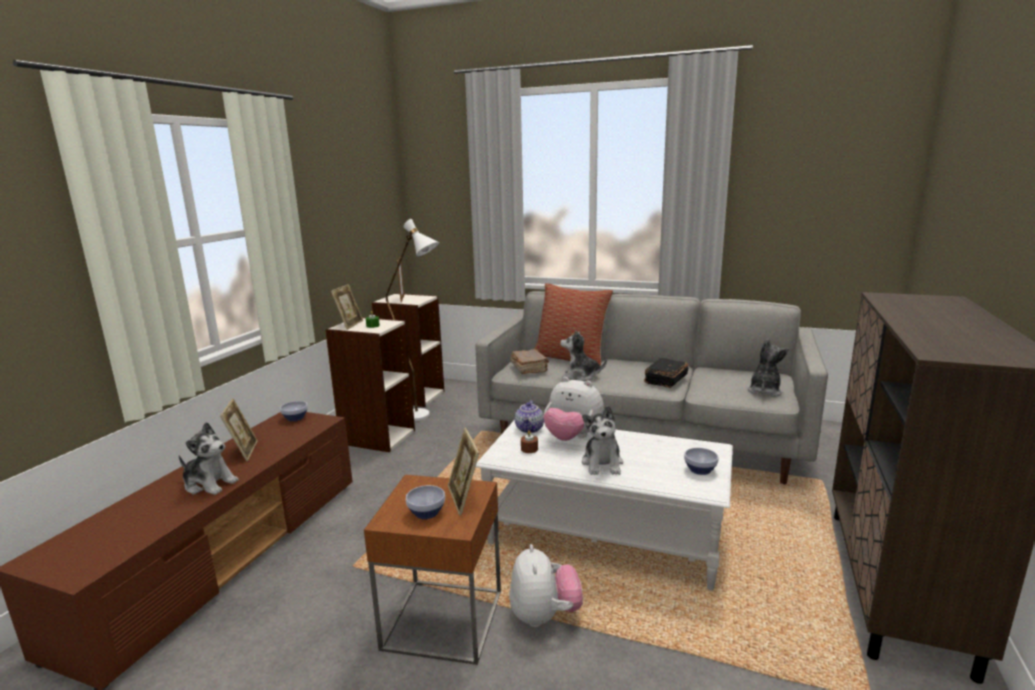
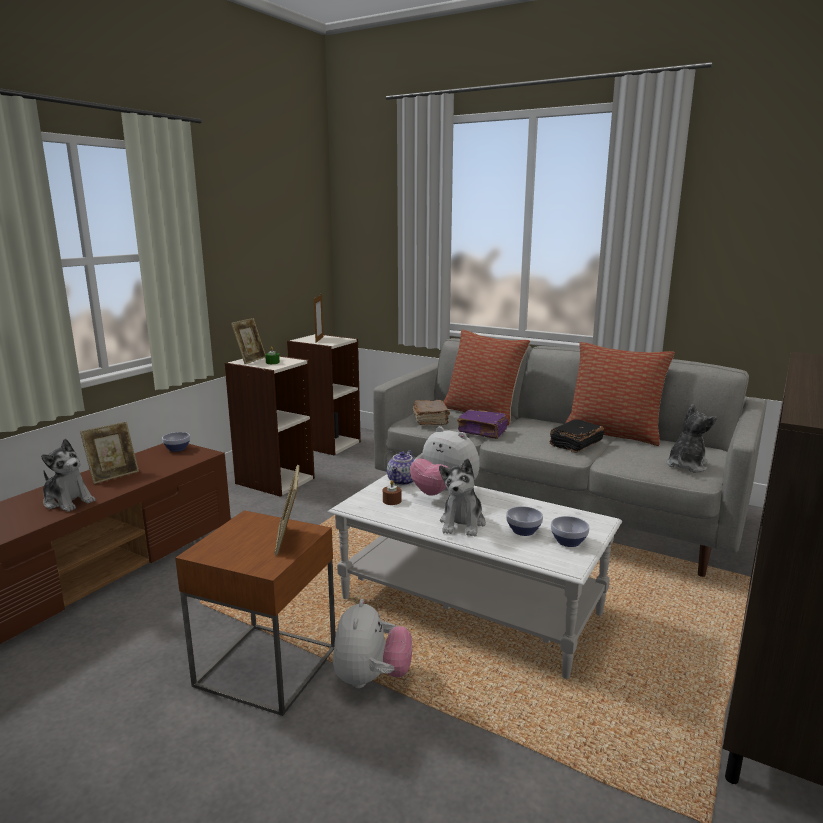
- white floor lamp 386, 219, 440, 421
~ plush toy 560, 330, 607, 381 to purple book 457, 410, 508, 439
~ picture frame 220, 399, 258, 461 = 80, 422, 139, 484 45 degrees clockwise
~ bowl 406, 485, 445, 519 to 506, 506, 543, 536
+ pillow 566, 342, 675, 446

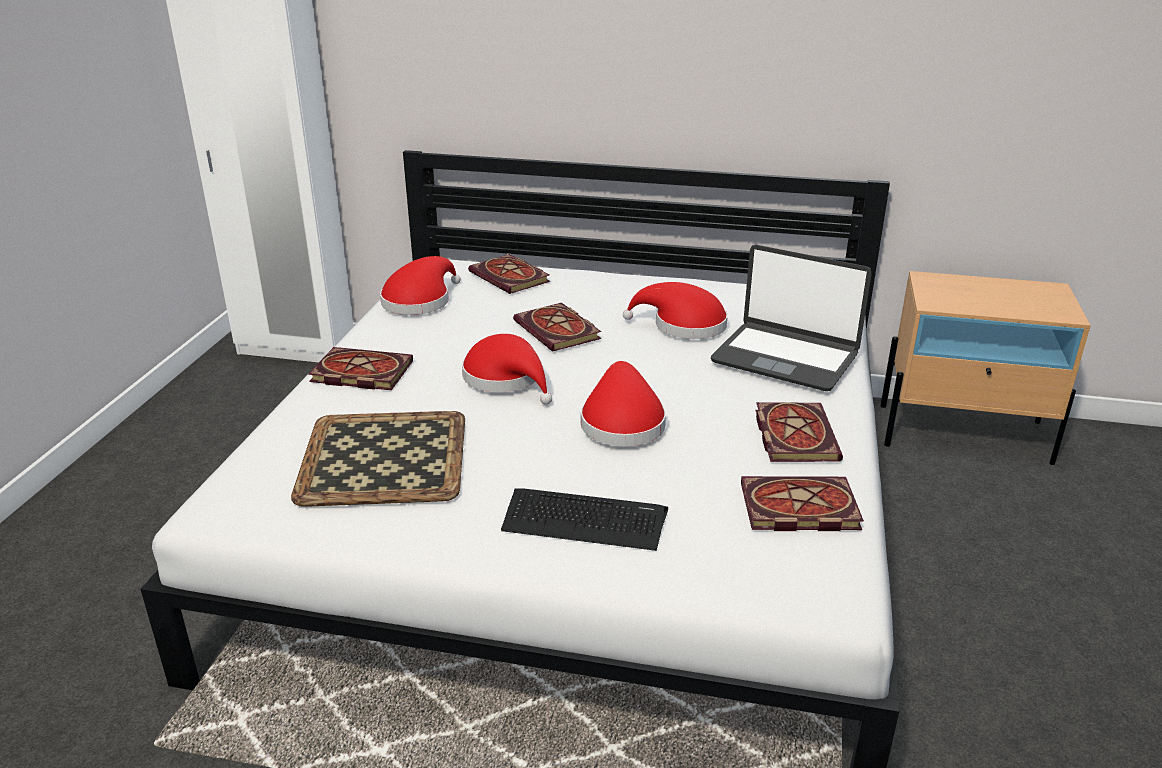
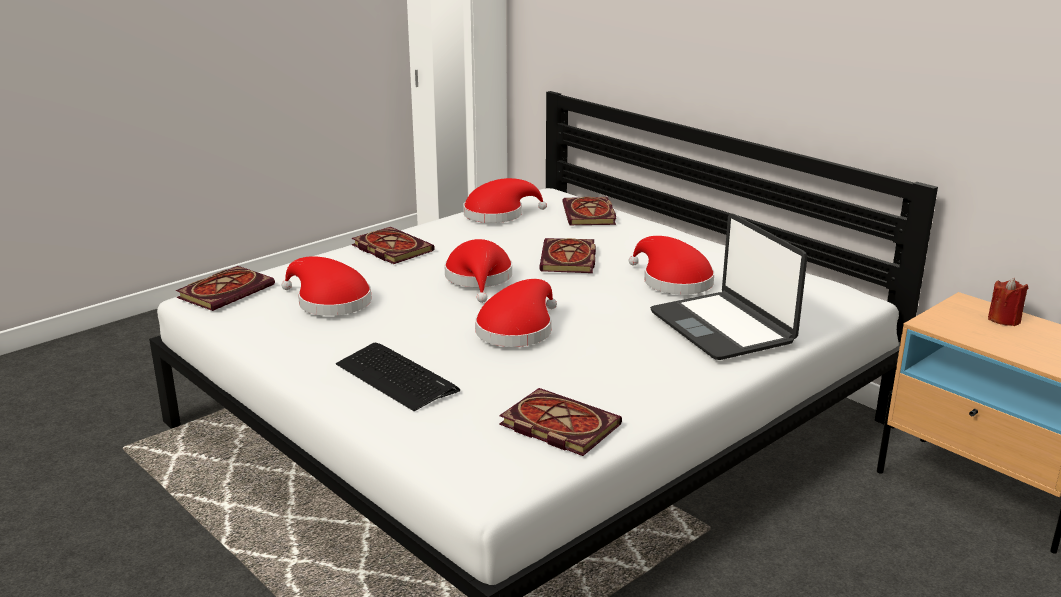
~ book 756, 402, 843, 462 to 176, 266, 275, 311
~ tray 291, 411, 465, 507 to red hat 281, 256, 371, 316
+ red candle 988, 278, 1028, 326

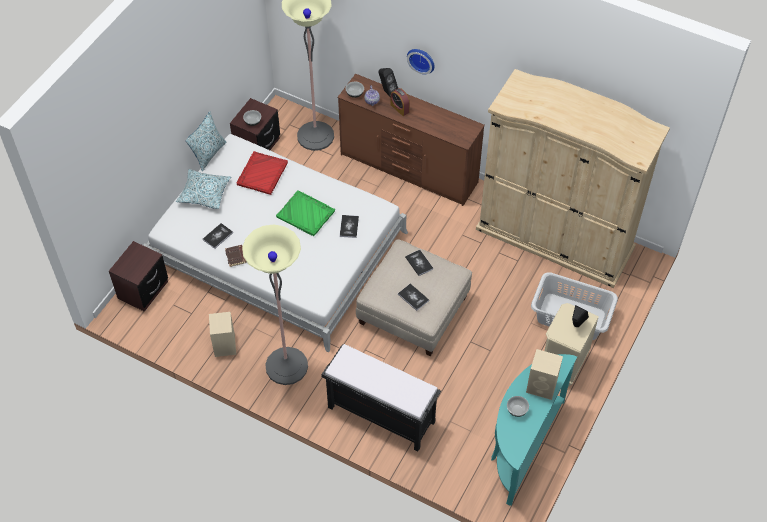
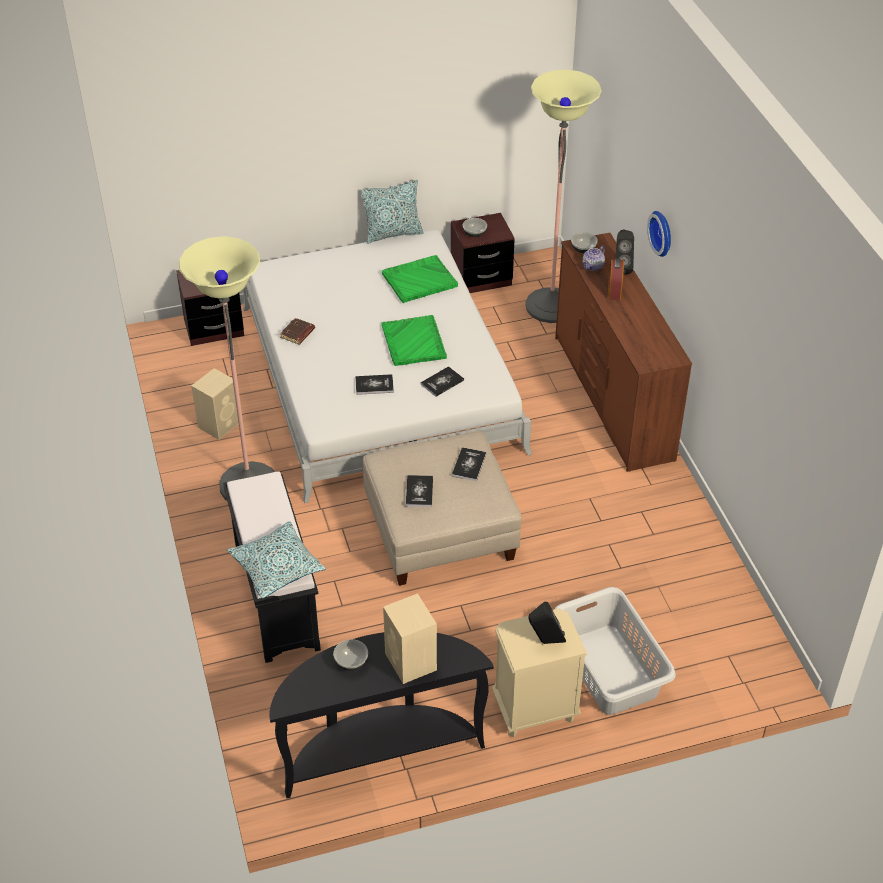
- beige wardrobe 476, 69, 670, 288
~ red tray 237, 151, 288, 195 to green tray 382, 255, 458, 303
~ pillow 176, 169, 231, 209 to 227, 521, 326, 598
~ book 203, 223, 233, 249 to 355, 374, 394, 395
~ turquoise console table 491, 354, 577, 506 to black console table 269, 632, 494, 798

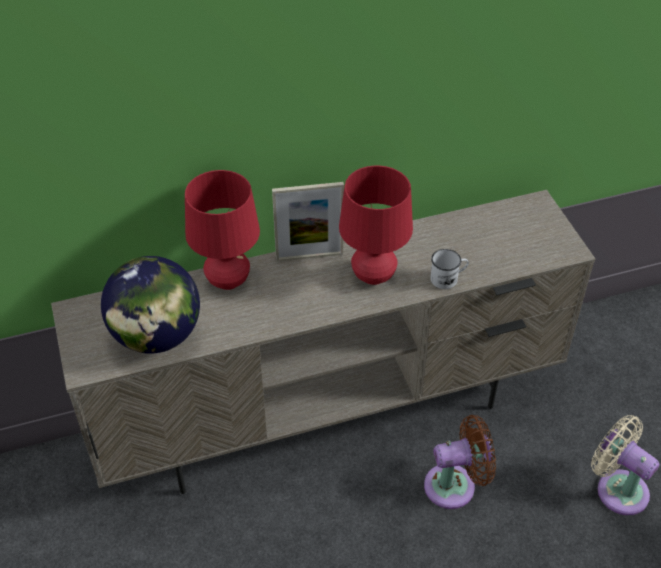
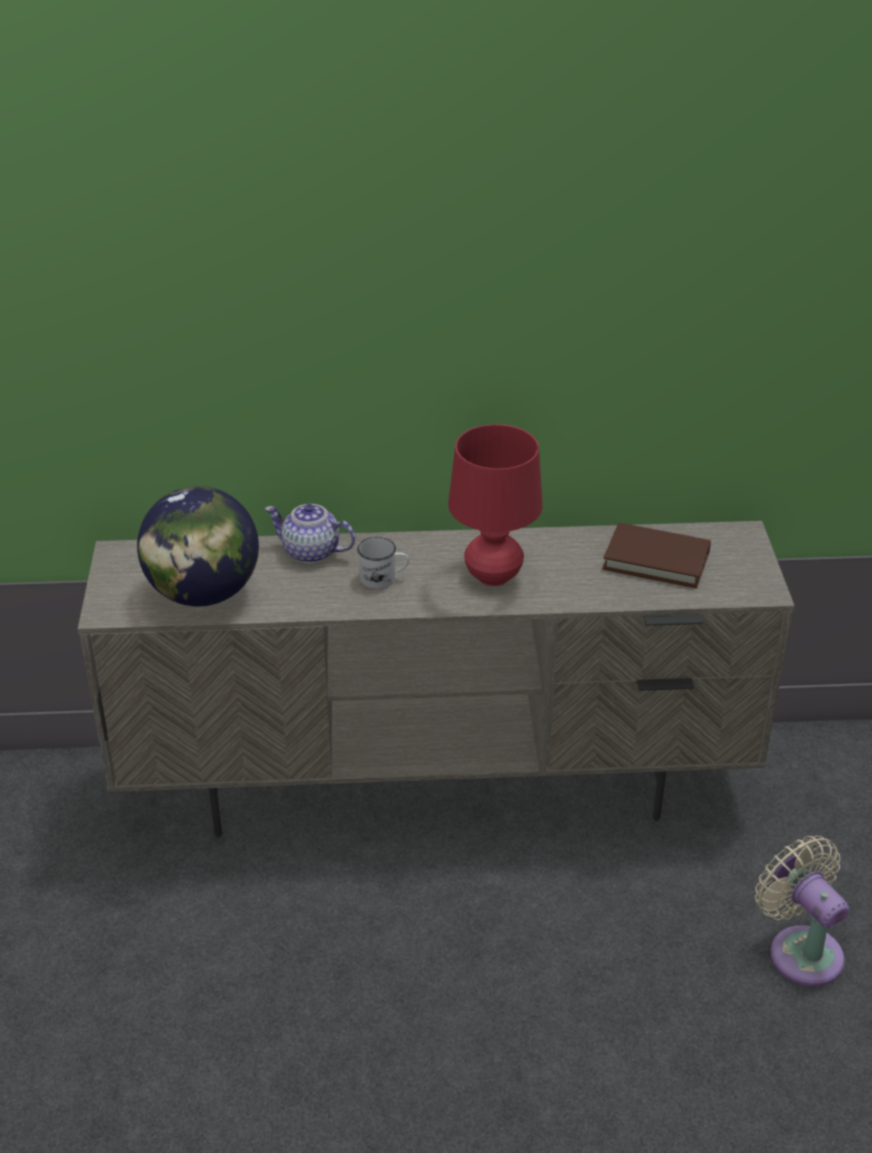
~ red table lamp 185, 170, 260, 290 to teapot 265, 504, 356, 563
- picture frame 272, 182, 344, 262
~ white mug 430, 249, 469, 289 to 357, 537, 409, 589
- brown fan 424, 415, 496, 509
+ brown book 603, 523, 711, 588

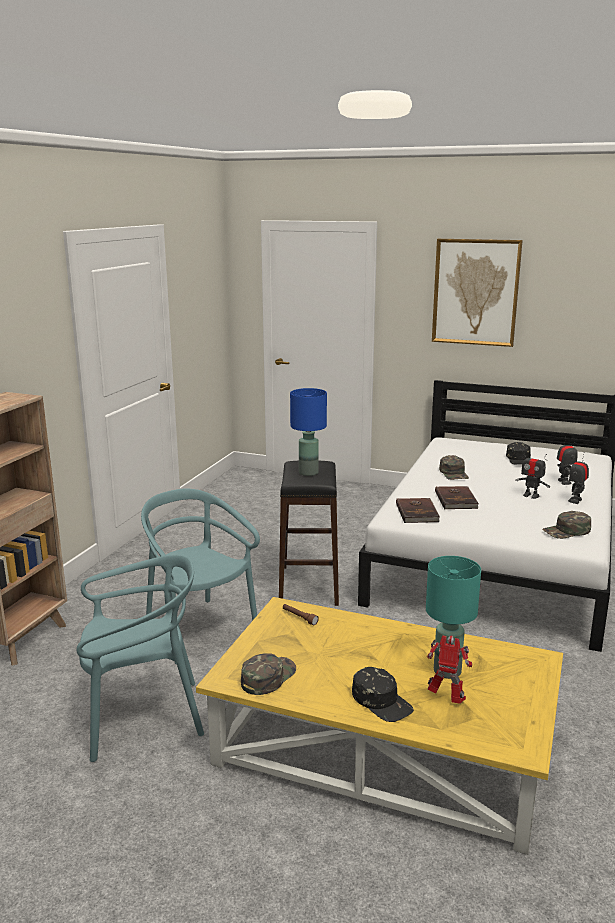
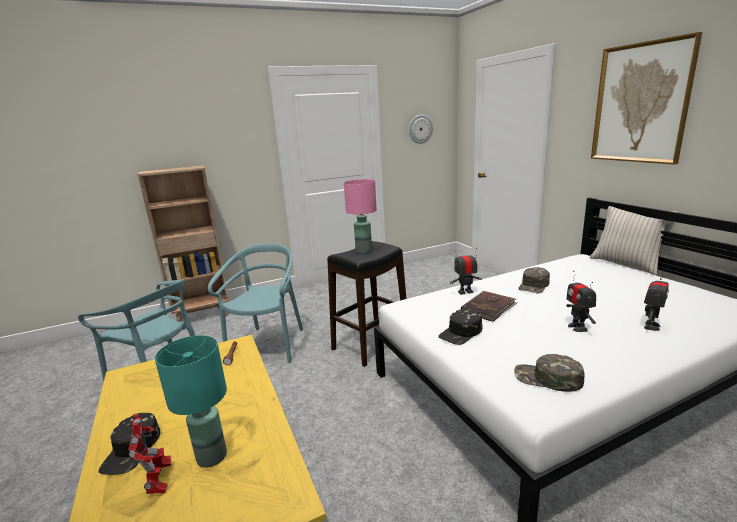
~ blue table lamp 290, 388, 327, 476 to pink table lamp 344, 179, 377, 253
~ black cap 506, 442, 531, 464 to 439, 309, 482, 345
~ toy robot 568, 452, 589, 504 to 450, 250, 482, 295
- brown book 396, 498, 440, 523
- green cap 241, 653, 296, 695
+ wall clock 409, 115, 433, 144
+ beige pillow 590, 206, 678, 275

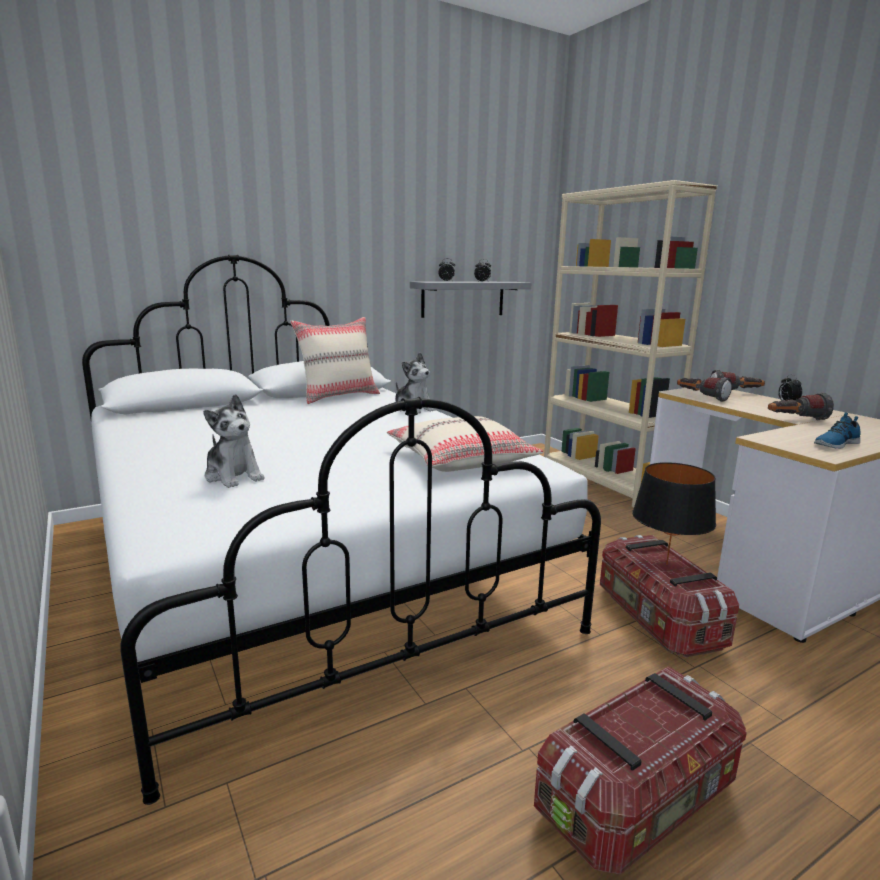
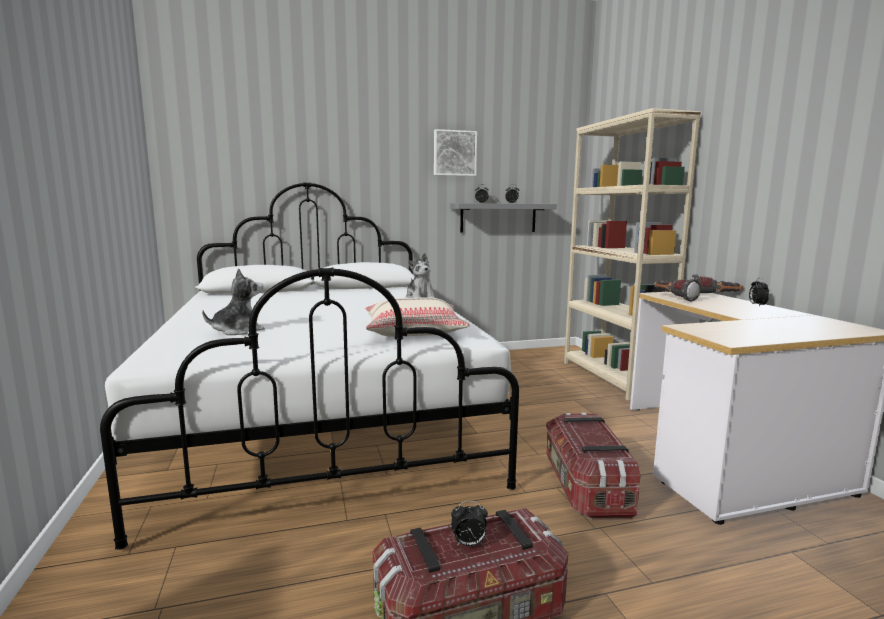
- beige pillow 290, 317, 380, 404
- flashlight 768, 392, 834, 420
~ plush toy 203, 394, 265, 488 = 202, 268, 265, 335 105 degrees counterclockwise
- shoe 814, 412, 861, 449
- black table lamp 632, 462, 716, 565
+ picture 434, 129, 477, 176
+ alarm clock 451, 501, 488, 546

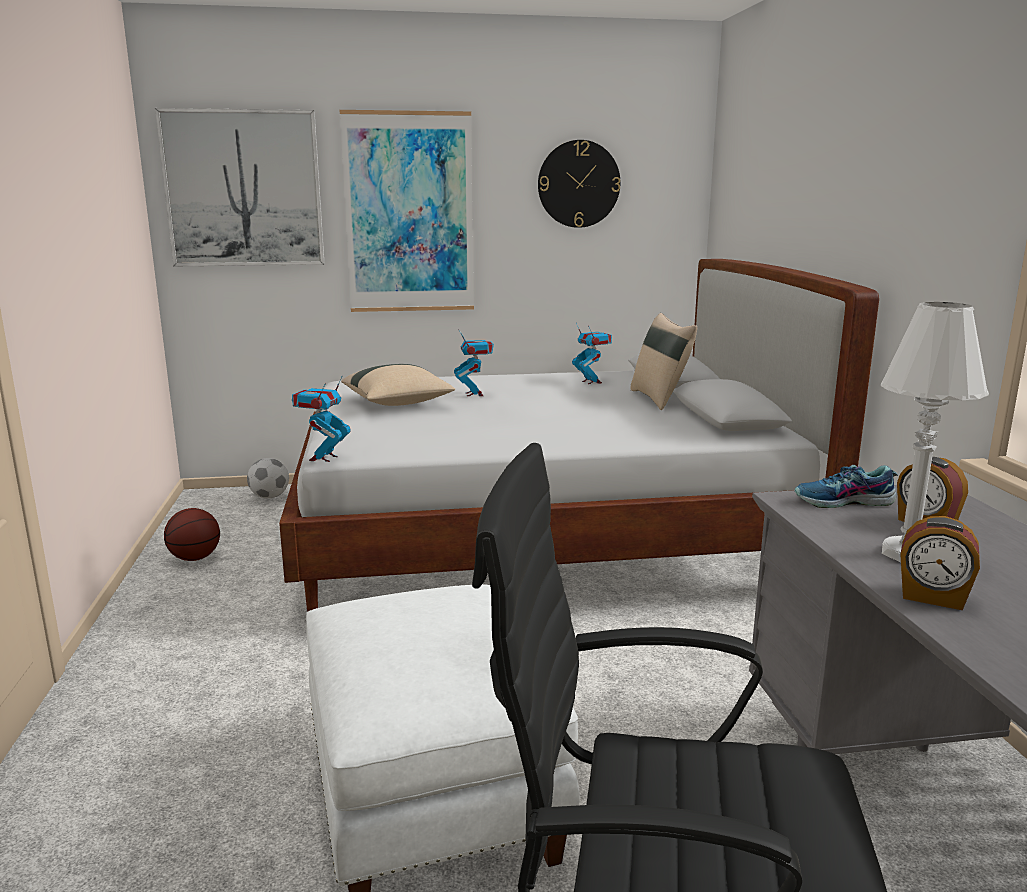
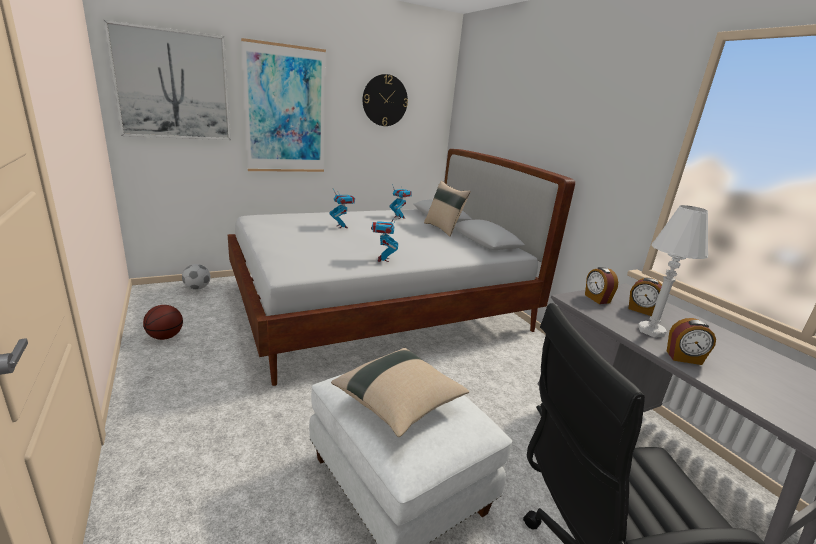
~ beige pillow 341, 364, 455, 406 to 331, 348, 469, 437
~ toy robot 292, 376, 351, 462 to 371, 217, 398, 262
~ shoe 795, 465, 898, 508 to alarm clock 585, 267, 618, 304

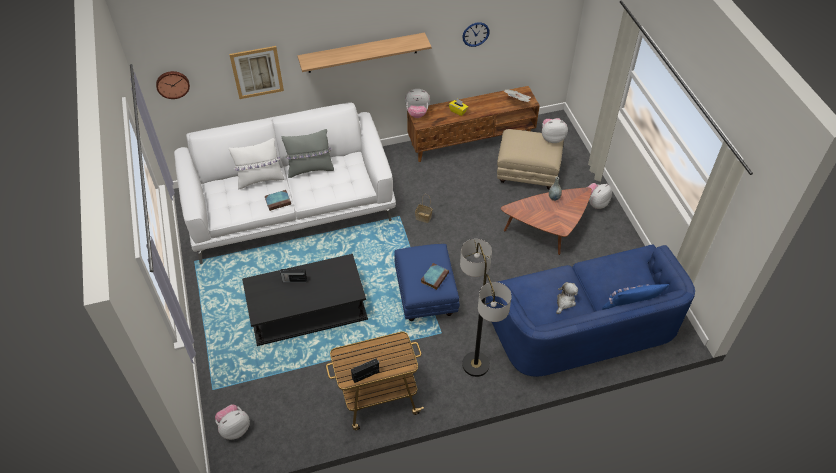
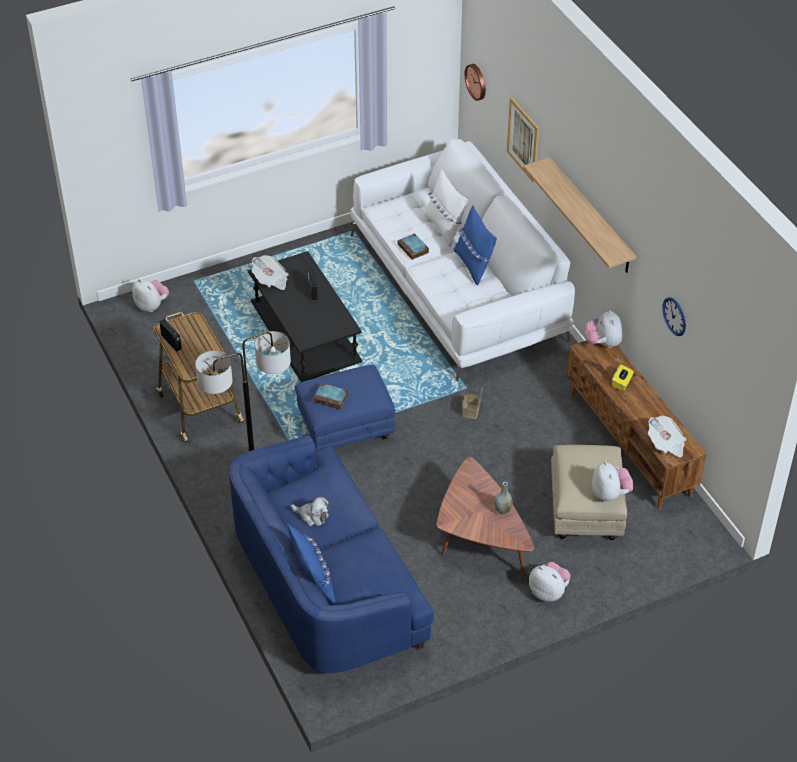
~ grey pillow 282, 129, 334, 178 to blue pillow 454, 205, 497, 286
+ newspaper 251, 255, 288, 290

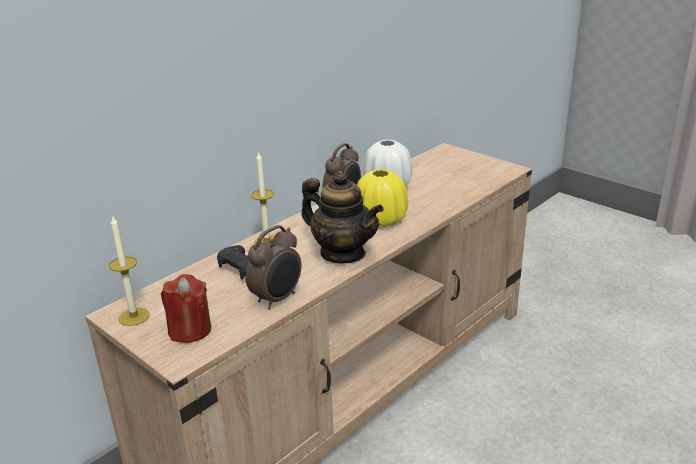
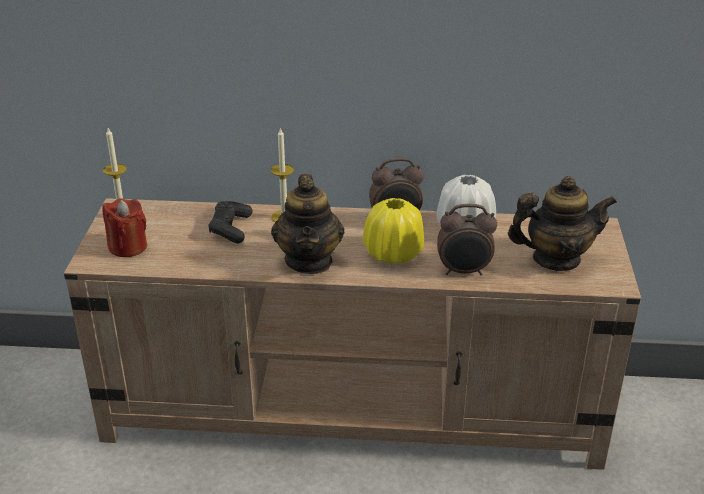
~ alarm clock 245, 225, 301, 310 to 437, 204, 497, 276
+ teapot 508, 176, 617, 271

